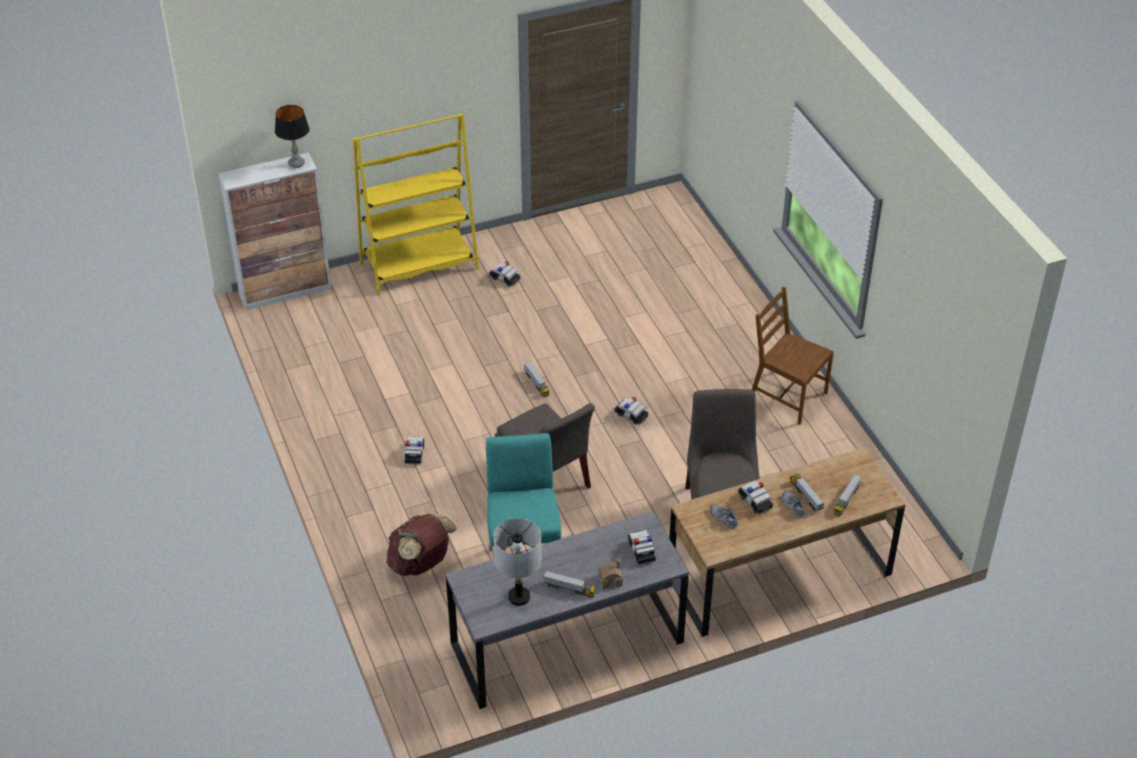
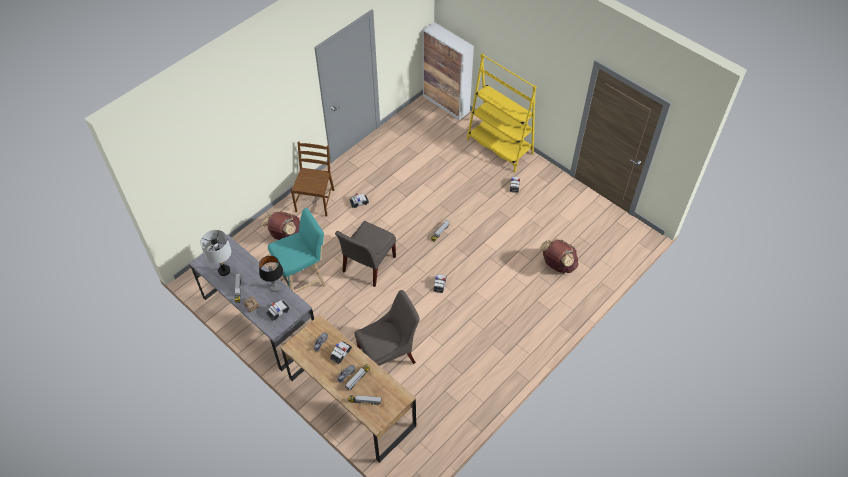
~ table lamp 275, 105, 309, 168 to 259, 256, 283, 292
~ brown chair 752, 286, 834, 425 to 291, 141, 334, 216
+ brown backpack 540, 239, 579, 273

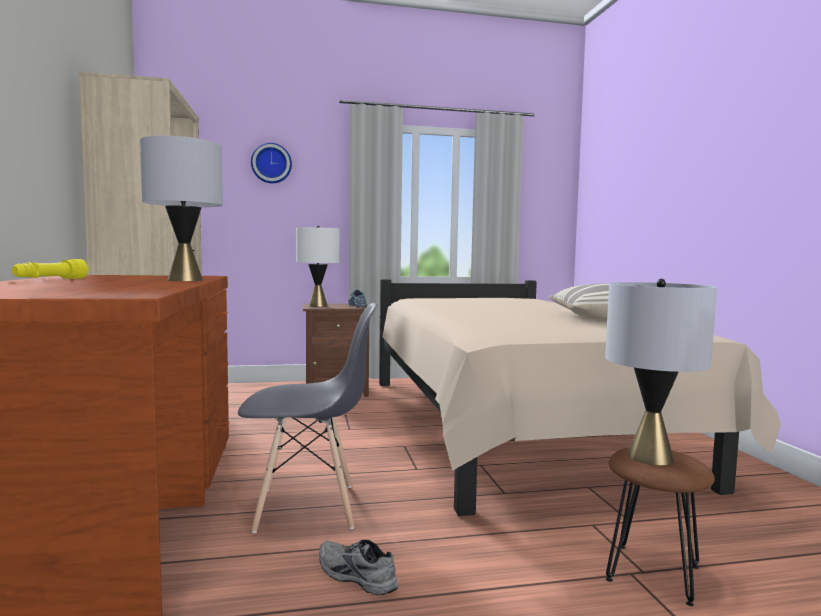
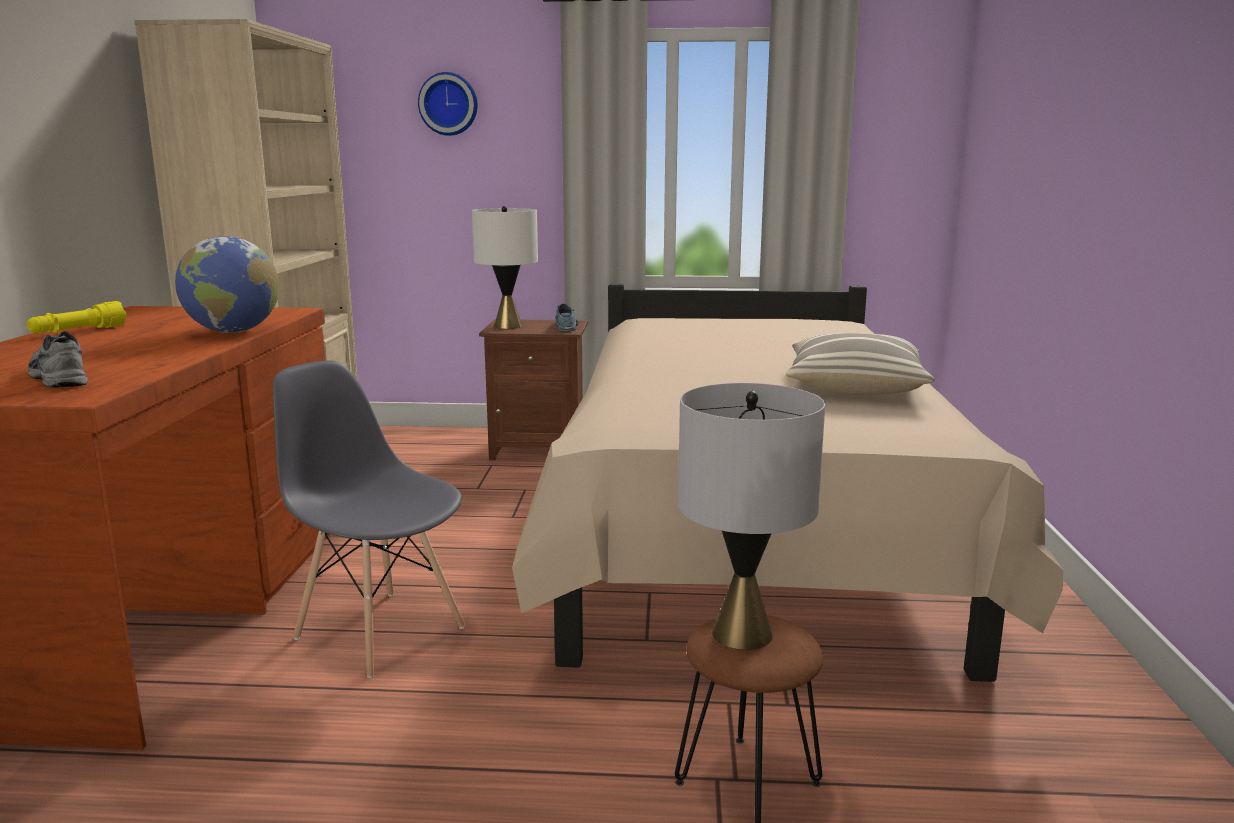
~ grey table lamp 140, 136, 223, 281 to globe 175, 236, 279, 333
~ grey chair 238, 303, 378, 533 = 273, 360, 465, 678 150 degrees counterclockwise
~ grey shoe 319, 539, 398, 595 to 28, 331, 88, 387

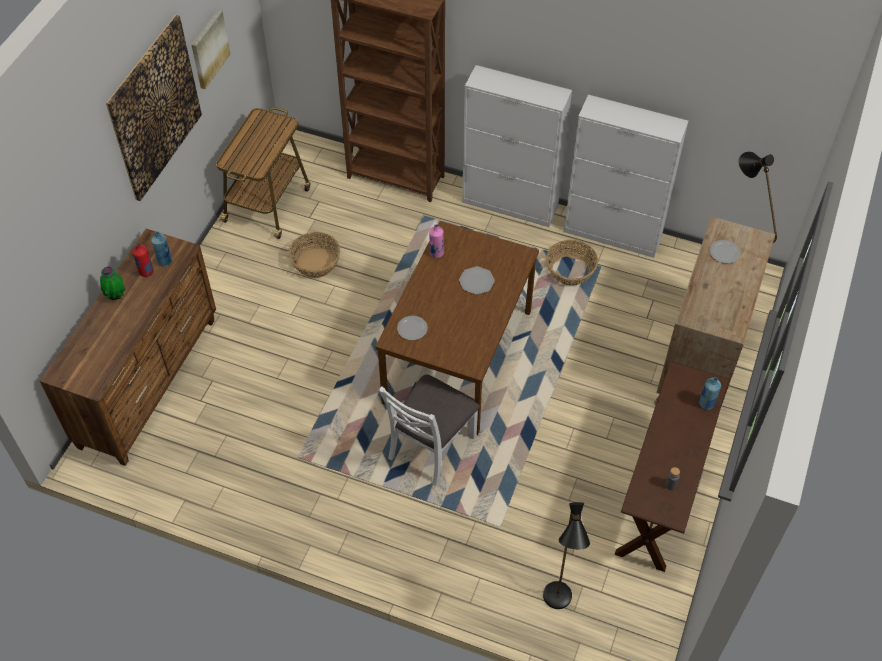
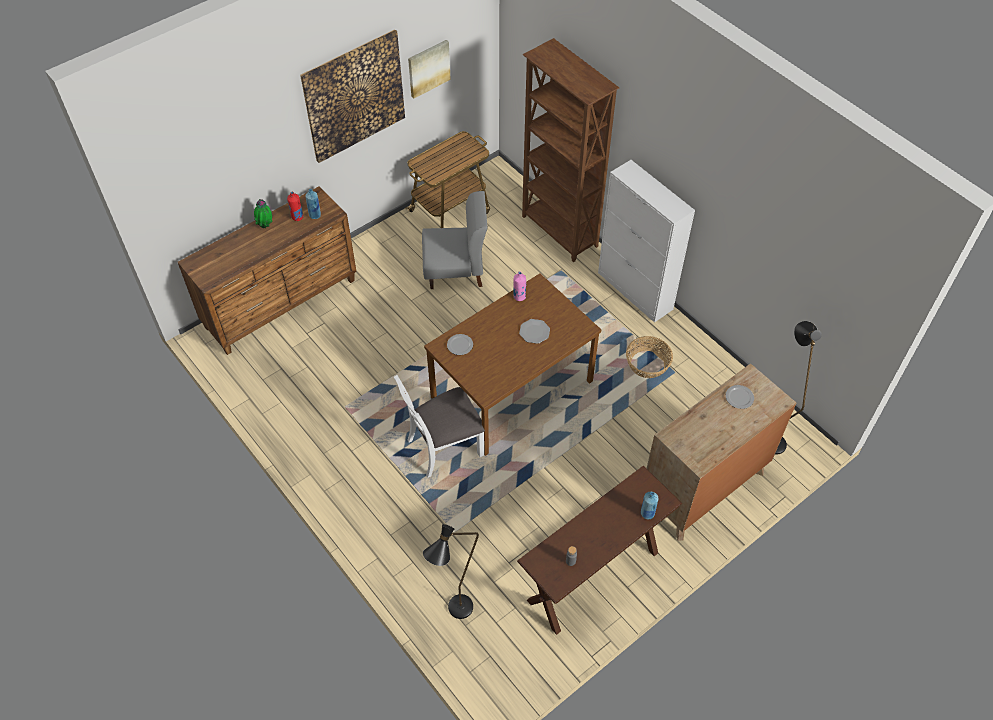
- white cabinet 564, 95, 688, 258
~ basket 289, 232, 340, 278 to grey chair 422, 191, 487, 289

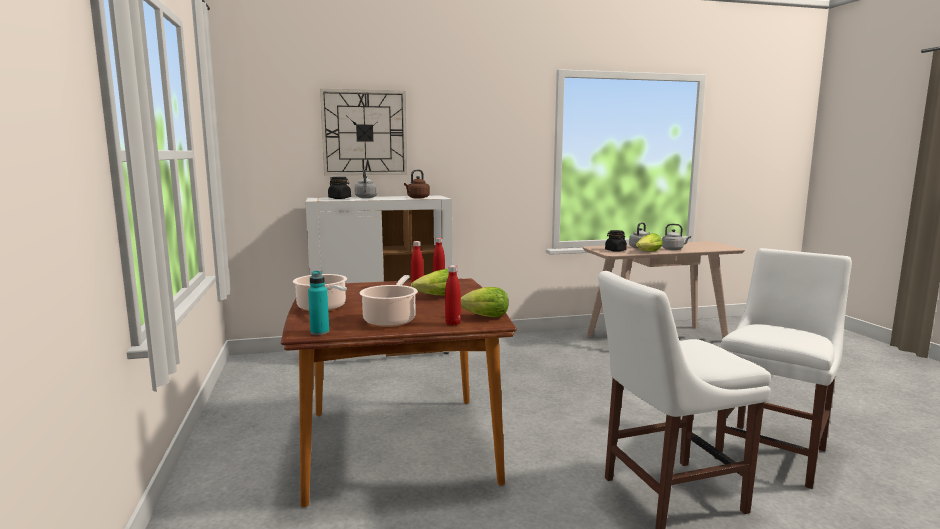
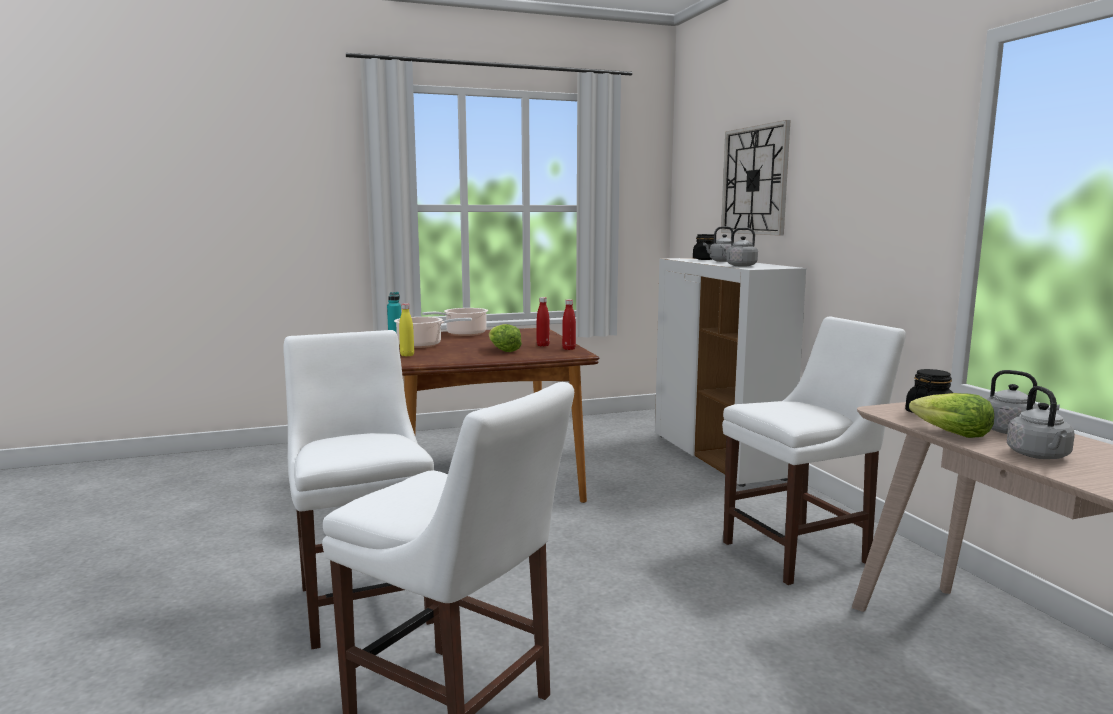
~ brown kettle 404, 169, 430, 199 to grey kettle 720, 228, 758, 267
~ red bottle 445, 265, 461, 325 to yellow bottle 399, 303, 414, 357
- lettuce 461, 287, 509, 317
+ white chair 722, 317, 906, 585

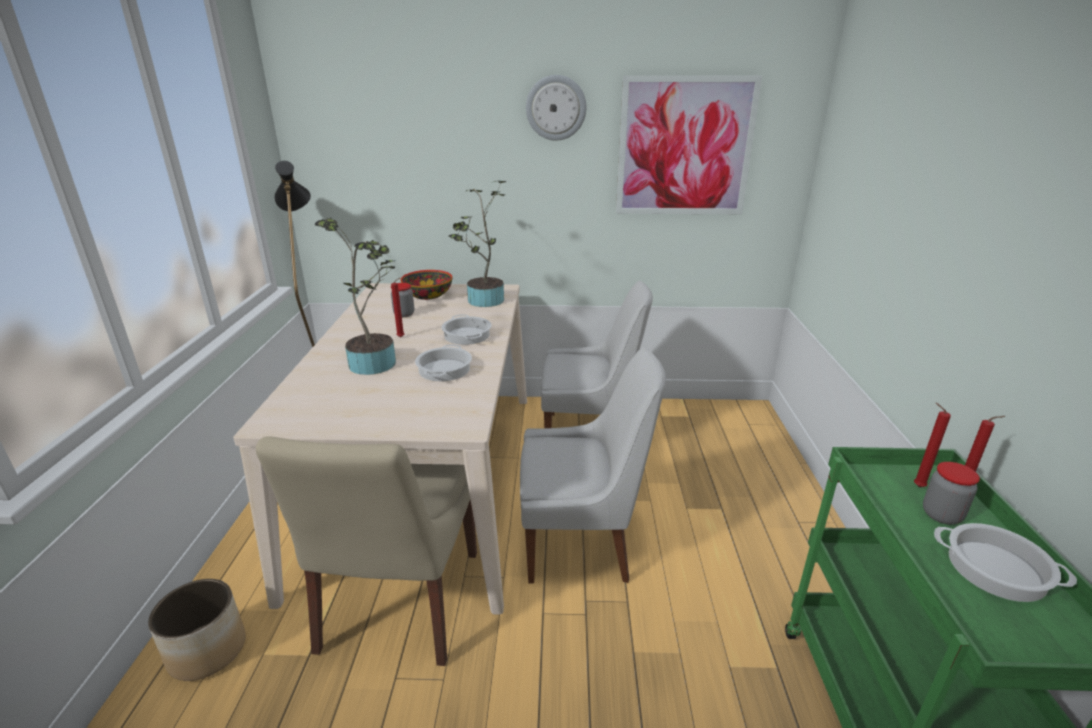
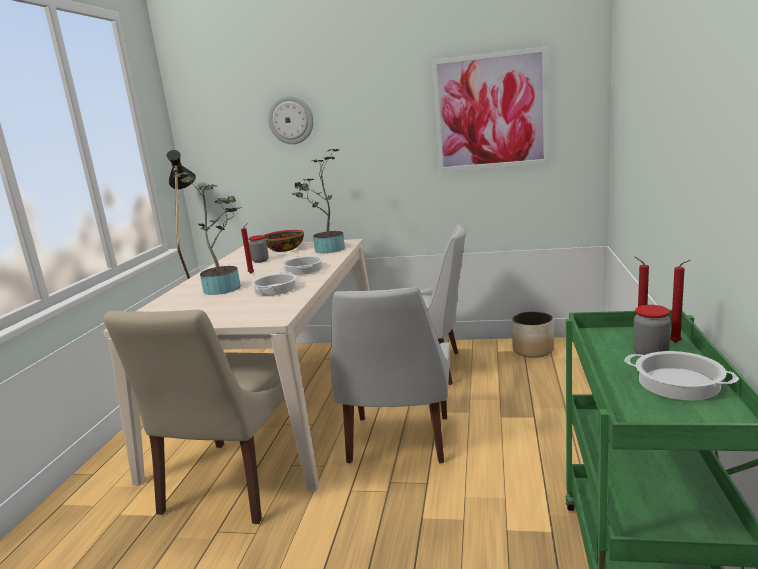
~ wall clock 526, 75, 586, 141 to 268, 96, 314, 144
~ white chair 520, 347, 666, 583 = 331, 287, 450, 464 90 degrees clockwise
~ planter 148, 579, 246, 681 to 512, 311, 554, 358

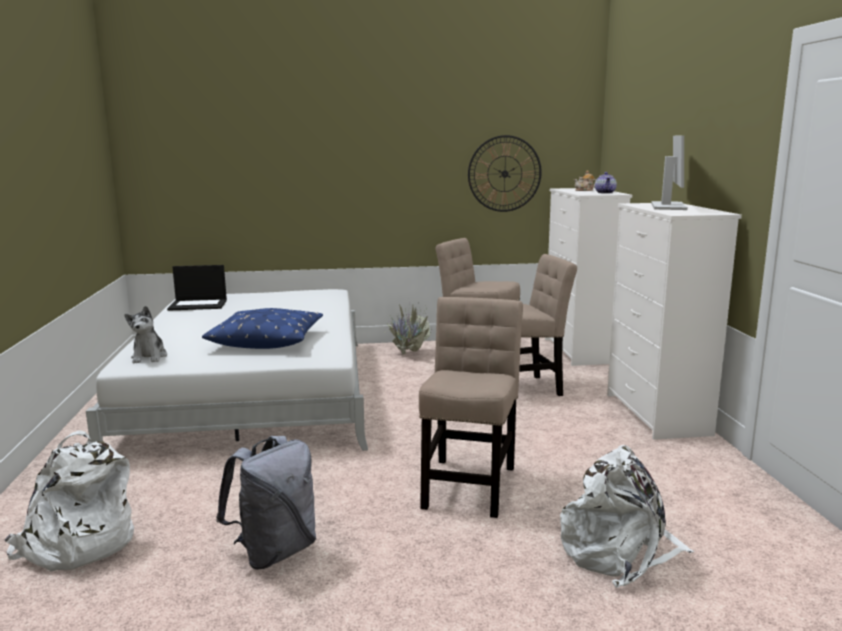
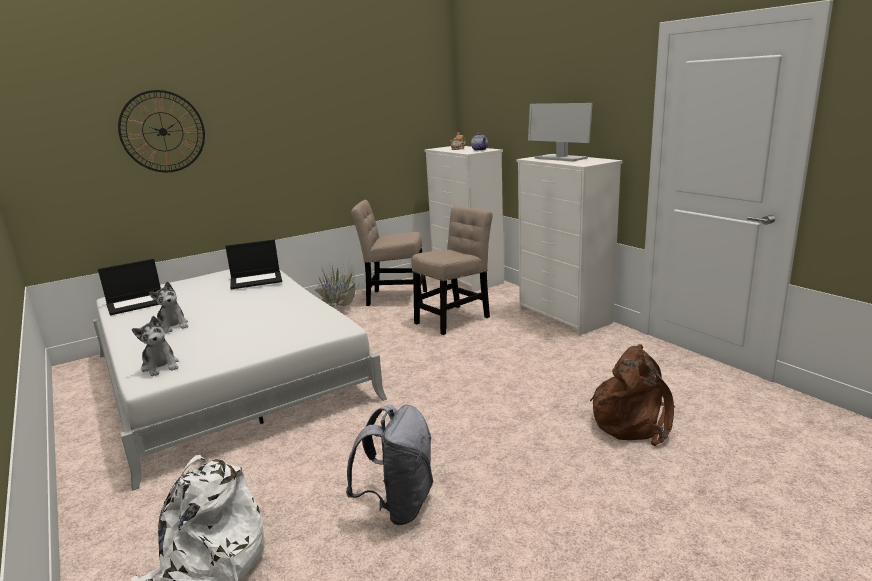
~ wall clock 468, 135, 542, 212 to 118, 90, 205, 172
~ monitor 651, 135, 688, 210 = 528, 103, 593, 161 150 degrees clockwise
- beige chair 419, 297, 523, 518
- blue pillow 202, 308, 323, 349
~ white backpack 560, 445, 694, 588 to brown backpack 590, 344, 675, 446
+ laptop 225, 240, 282, 289
+ plush toy 149, 282, 188, 333

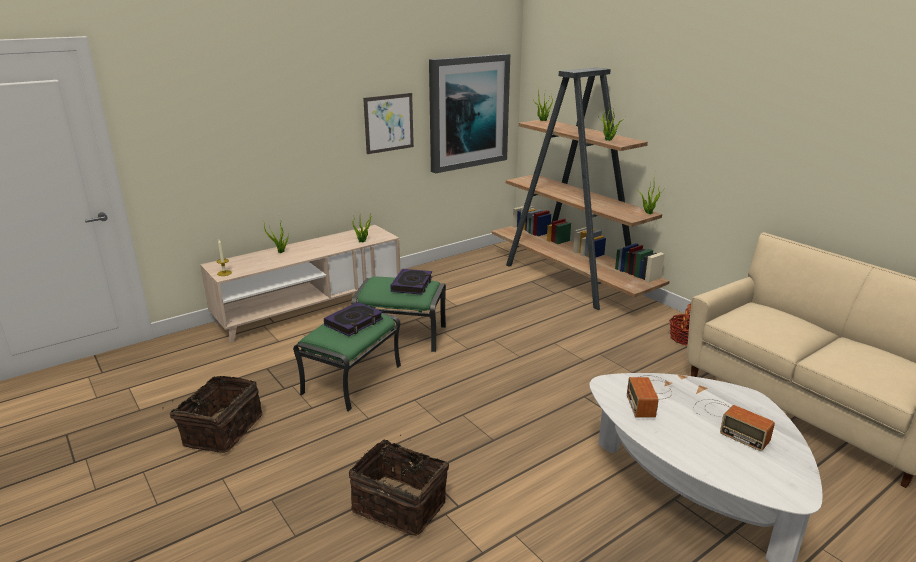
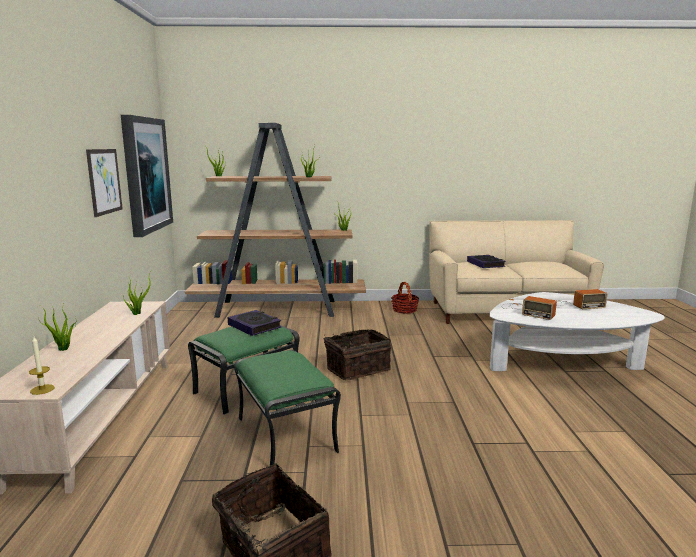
~ book 324, 302, 383, 336 to 467, 255, 506, 268
~ basket 349, 435, 449, 536 to 323, 329, 391, 380

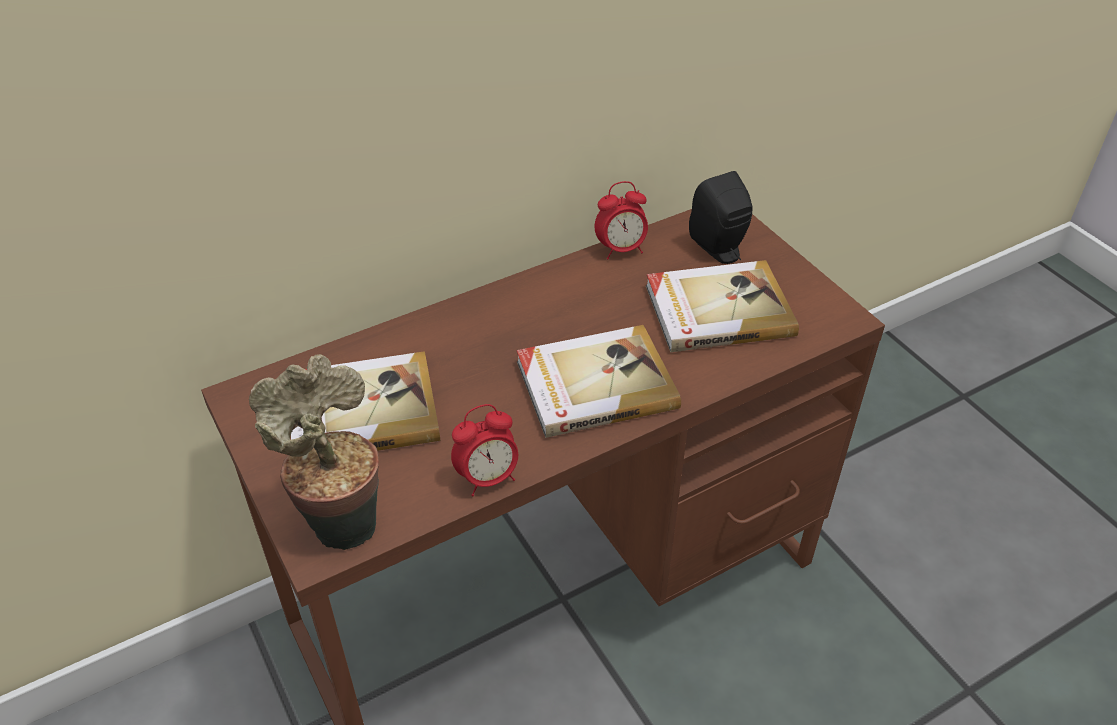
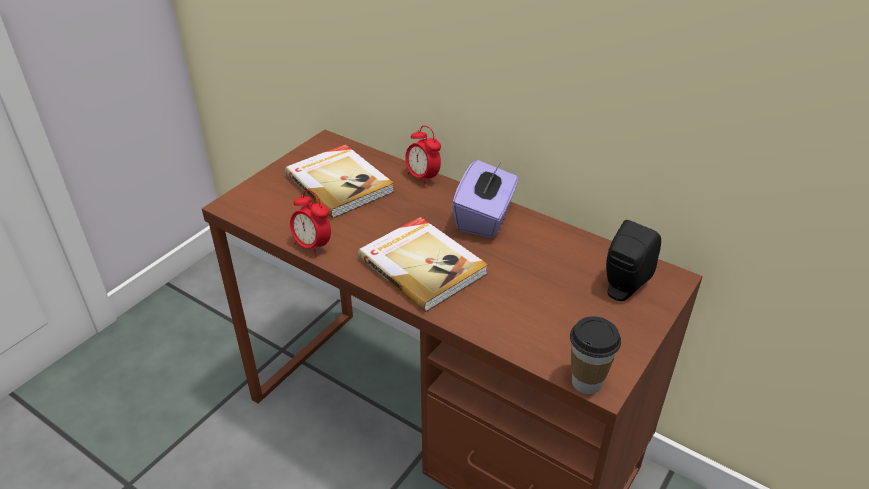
~ alarm clock 595, 181, 648, 259 to 405, 125, 441, 186
- book 646, 260, 799, 352
- potted plant 249, 354, 379, 550
+ purple tissue box 452, 160, 518, 238
+ cup 570, 316, 621, 394

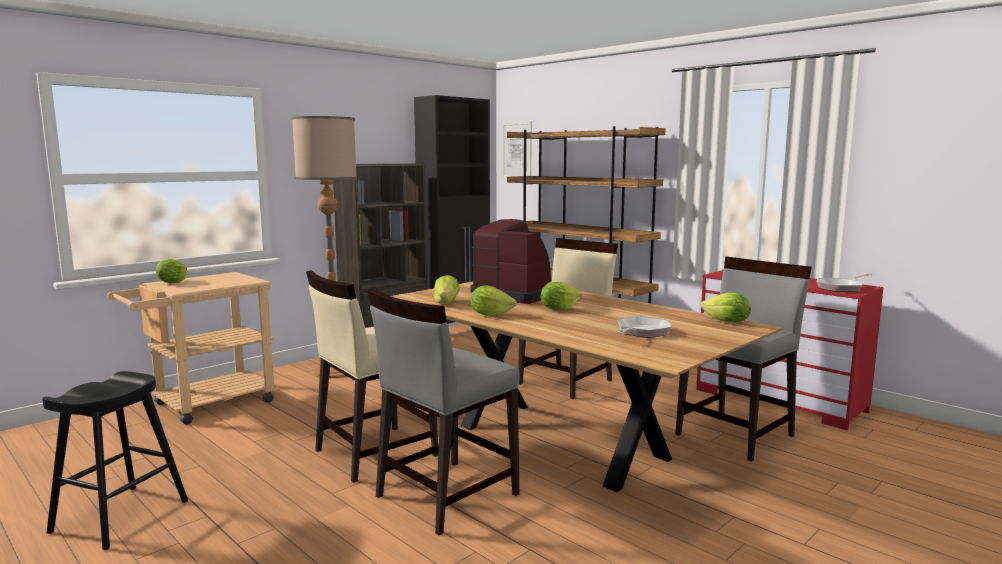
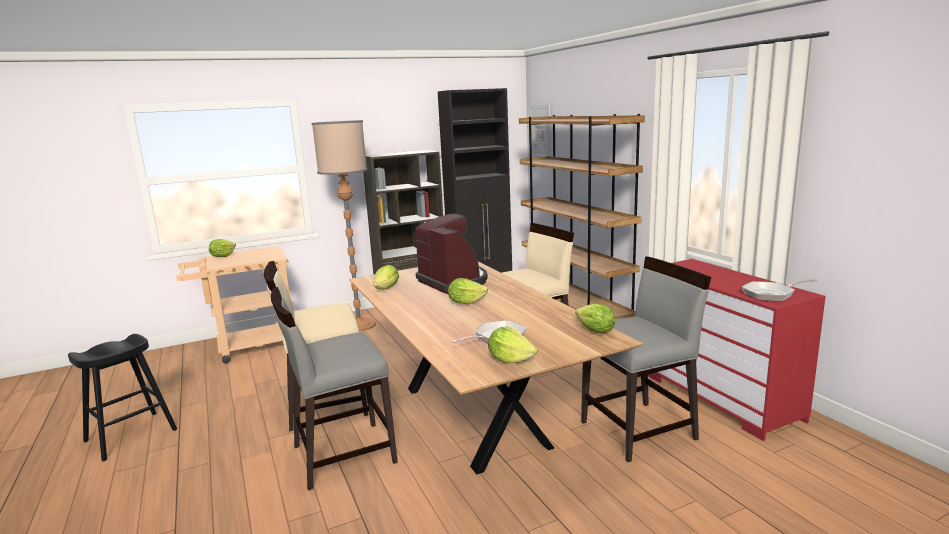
~ lettuce 470, 285, 517, 317 to 488, 327, 537, 363

